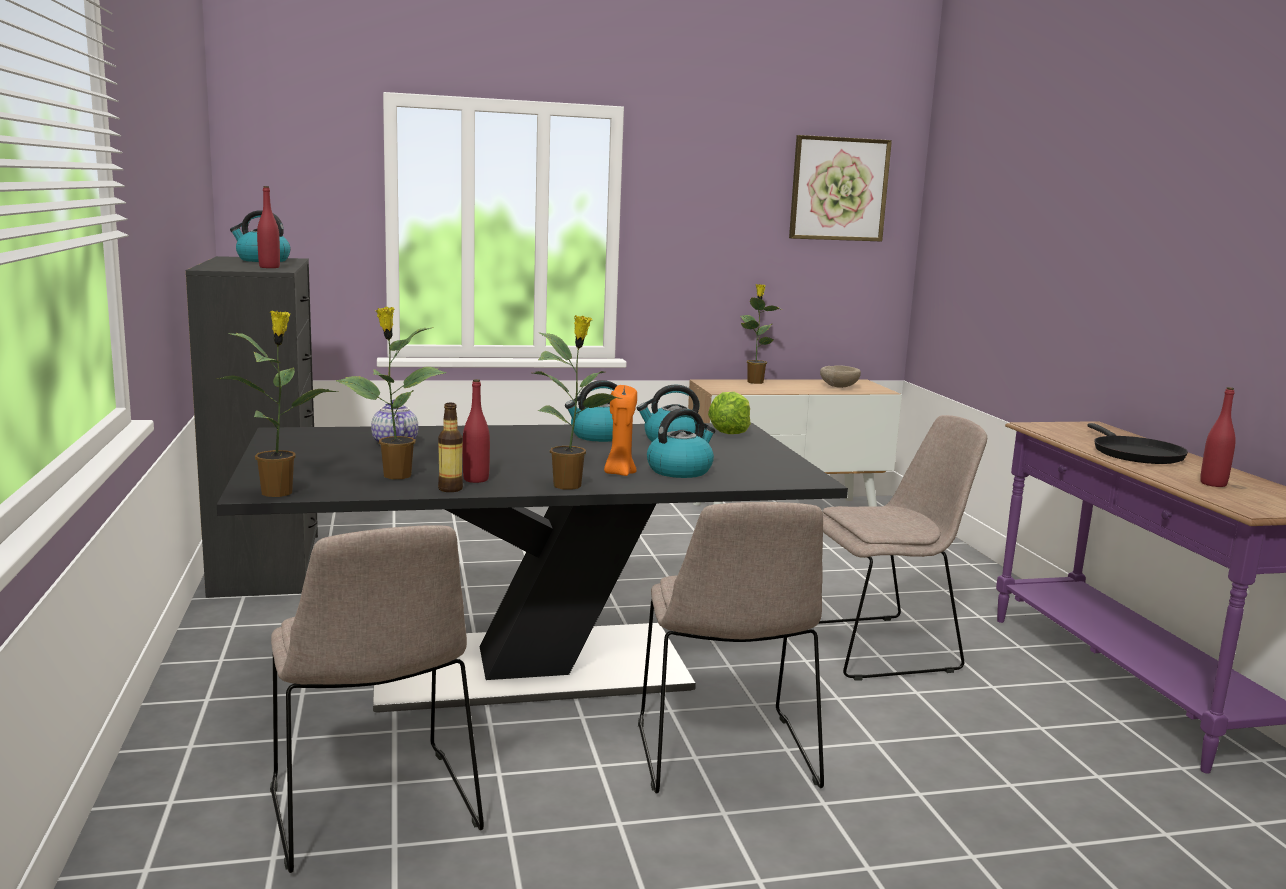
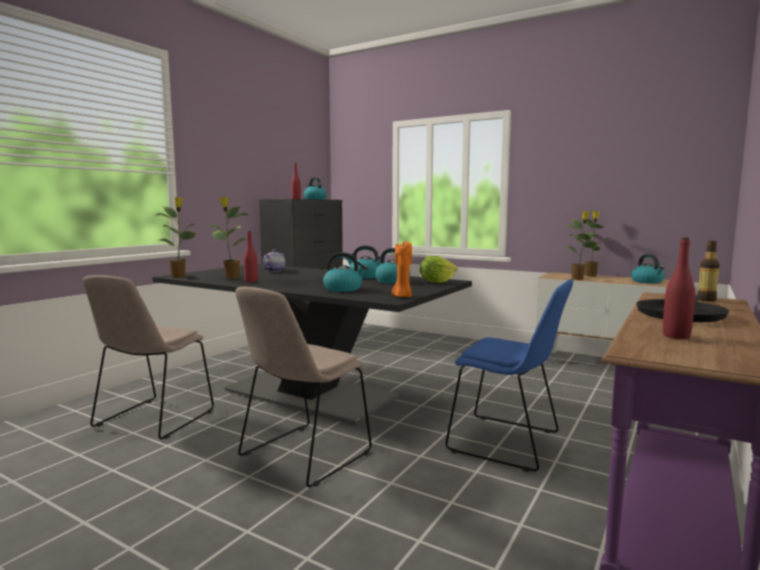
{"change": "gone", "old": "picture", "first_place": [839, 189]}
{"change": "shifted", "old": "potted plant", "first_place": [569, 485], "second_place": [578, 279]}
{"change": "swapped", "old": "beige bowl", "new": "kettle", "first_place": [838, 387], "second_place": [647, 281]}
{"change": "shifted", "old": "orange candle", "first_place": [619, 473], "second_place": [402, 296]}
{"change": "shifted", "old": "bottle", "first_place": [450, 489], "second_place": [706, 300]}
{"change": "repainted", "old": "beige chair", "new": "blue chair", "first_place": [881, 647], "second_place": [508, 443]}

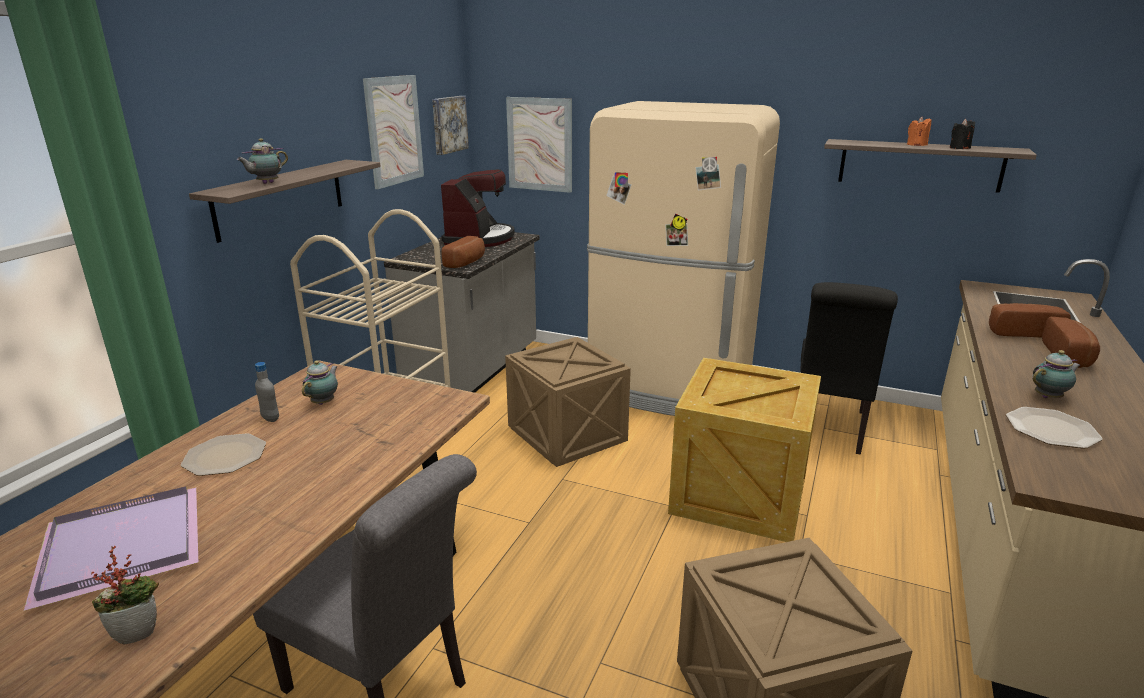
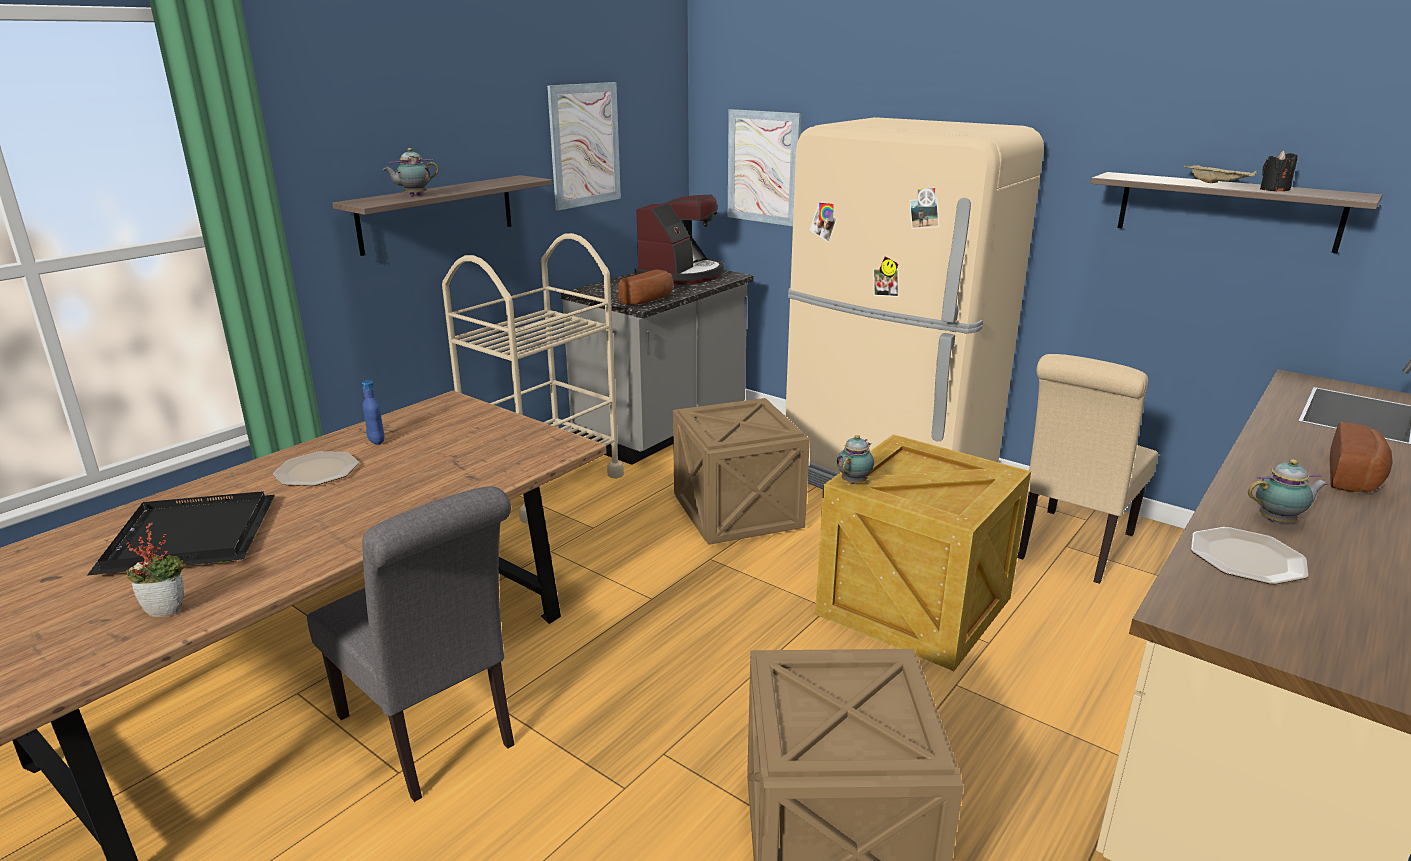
{"change": "gone", "old": "picture", "first_place": [448, 124]}
{"change": "swapped", "old": "orange candle", "new": "beige tray", "first_place": [916, 145], "second_place": [1218, 183]}
{"change": "repainted", "old": "black chair", "new": "beige chair", "first_place": [828, 429], "second_place": [1071, 548]}
{"change": "gone", "old": "bread", "first_place": [1021, 331]}
{"change": "shifted", "old": "teapot", "first_place": [324, 402], "second_place": [855, 481]}
{"change": "repainted", "old": "grey bottle", "new": "blue bottle", "first_place": [270, 418], "second_place": [376, 441]}
{"change": "repainted", "old": "purple tray", "new": "black tray", "first_place": [119, 546], "second_place": [188, 536]}

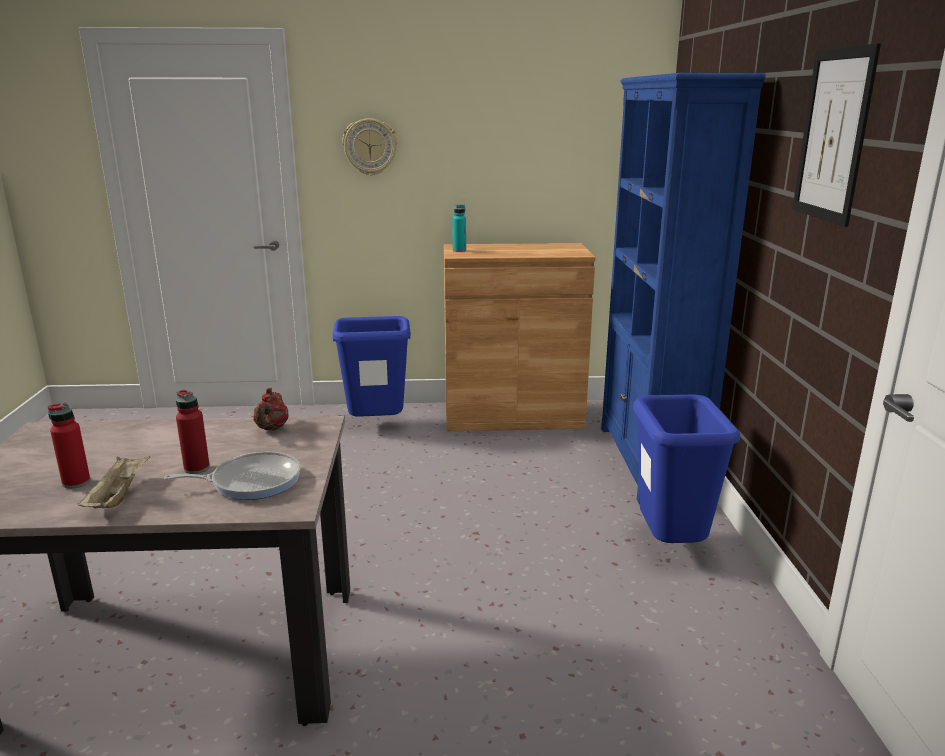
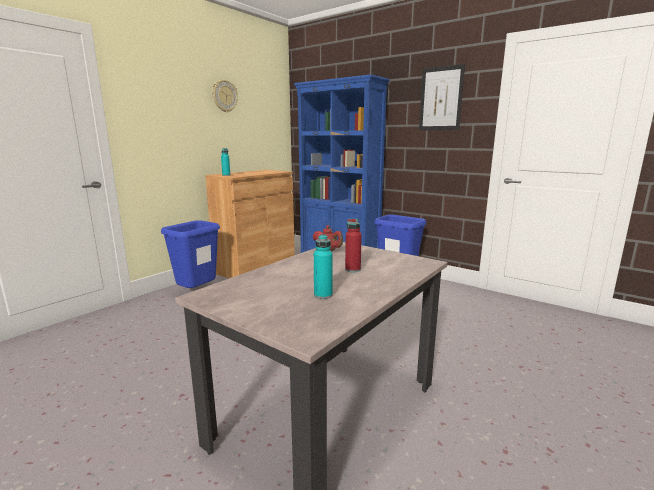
{"change": "shifted", "old": "wall clock", "first_place": [370, 147], "second_place": [224, 96]}
{"change": "repainted", "old": "red bottle", "new": "turquoise bottle", "first_place": [76, 482], "second_place": [323, 295]}
{"change": "gone", "old": "frying pan", "first_place": [251, 481]}
{"change": "gone", "old": "beige tray", "first_place": [118, 496]}

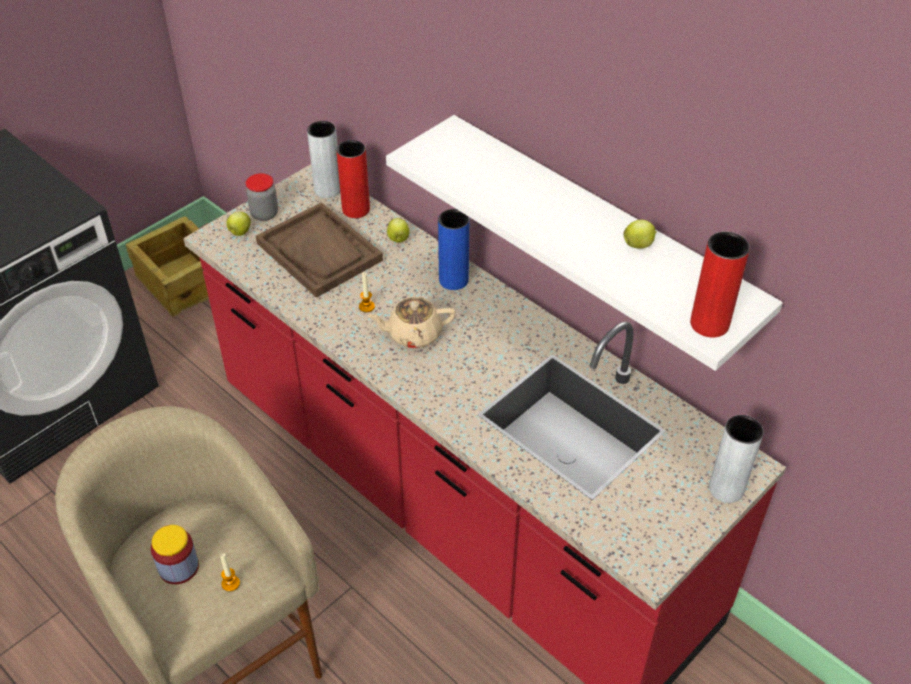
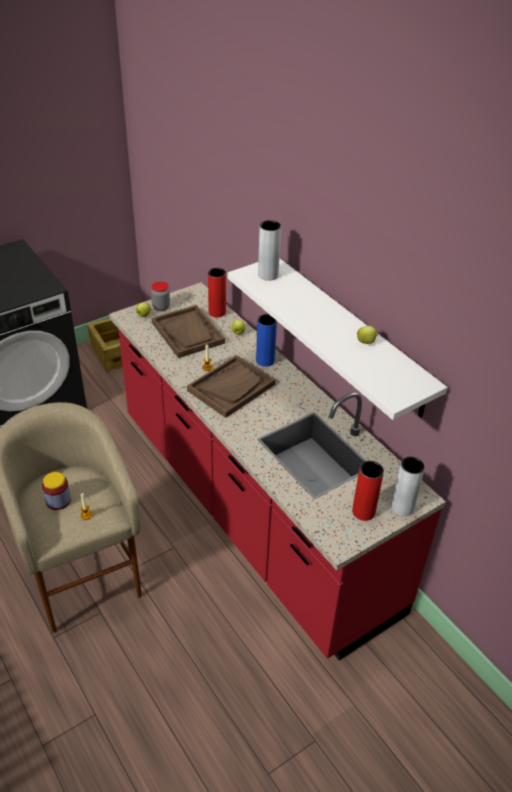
{"change": "shifted", "old": "grey vase", "first_place": [327, 190], "second_place": [268, 275]}
{"change": "shifted", "old": "red vase", "first_place": [709, 324], "second_place": [363, 512]}
{"change": "swapped", "old": "beige teapot", "new": "brown tray", "first_place": [413, 334], "second_place": [231, 387]}

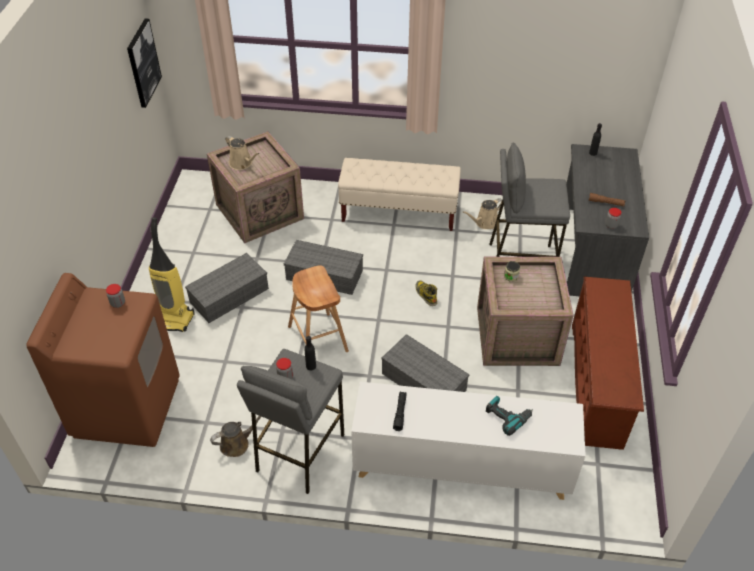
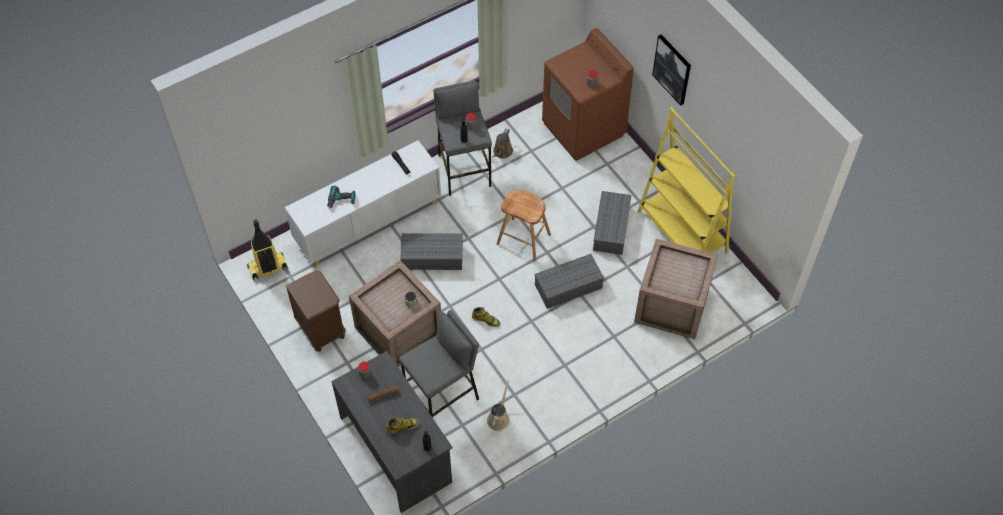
{"change": "shifted", "old": "picture", "first_place": [143, 63], "second_place": [672, 69]}
{"change": "gone", "old": "beige watering can", "first_place": [242, 163]}
{"change": "gone", "old": "beige bench", "first_place": [399, 213]}
{"change": "shifted", "old": "vacuum cleaner", "first_place": [171, 317], "second_place": [267, 268]}
{"change": "swapped", "old": "brown shoe rack", "new": "brown nightstand", "first_place": [597, 385], "second_place": [321, 329]}
{"change": "new", "new": "yellow bookcase", "second_place": [682, 232]}
{"change": "new", "new": "boot", "second_place": [403, 426]}

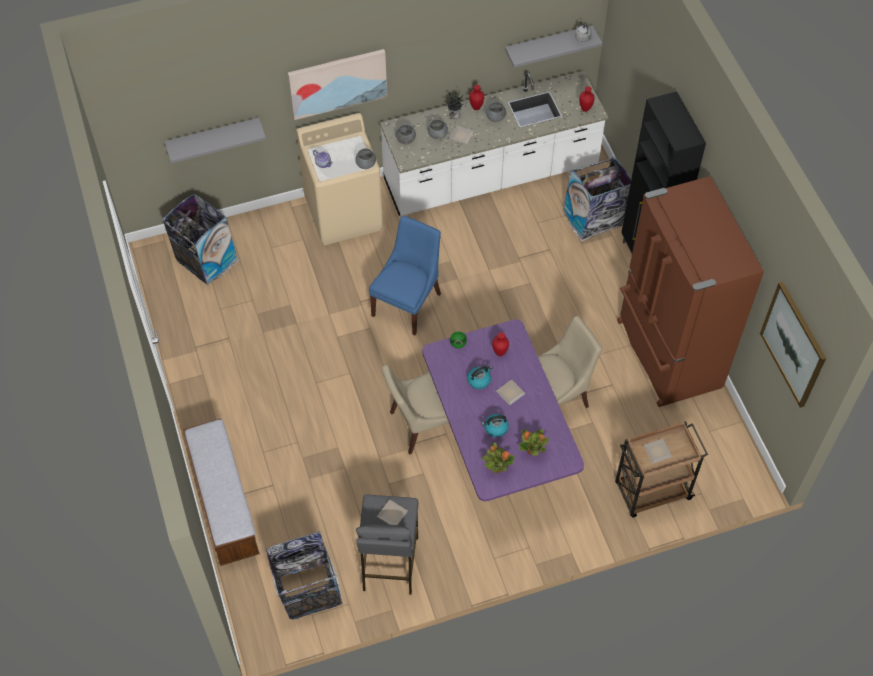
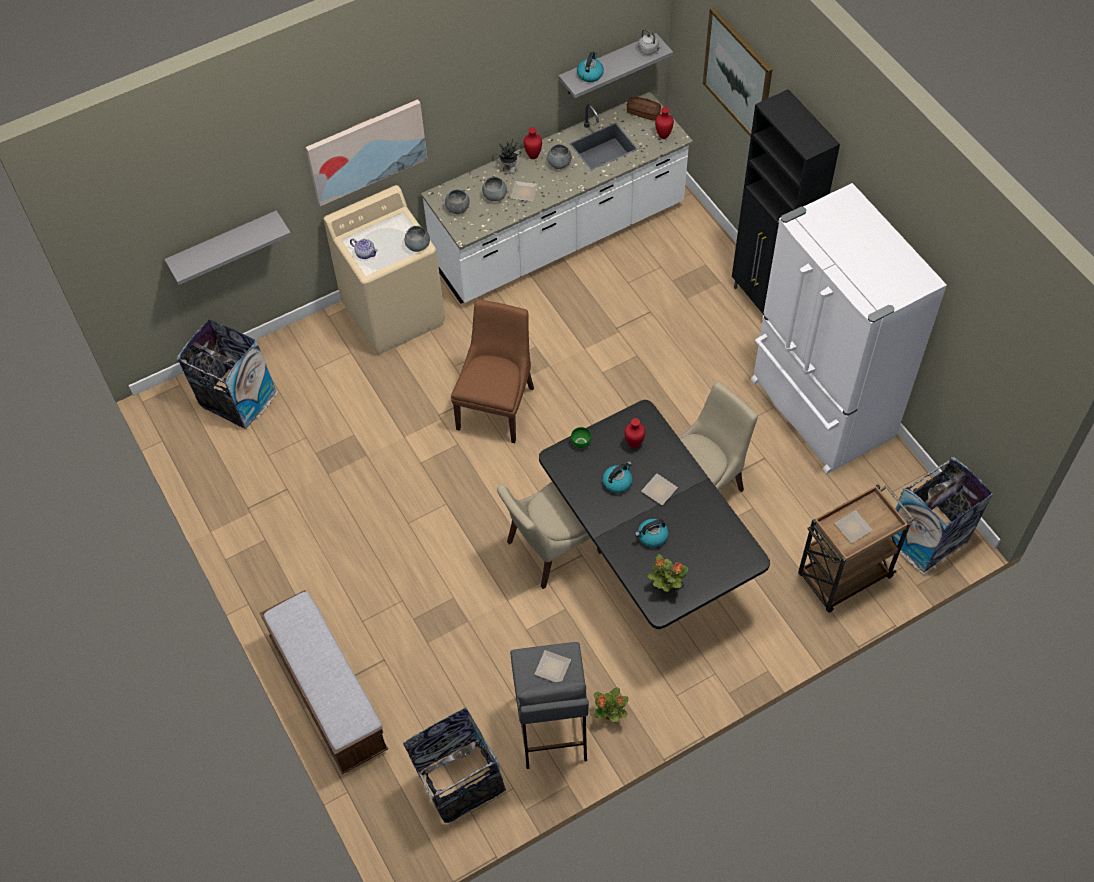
{"change": "shifted", "old": "trash can", "first_place": [593, 218], "second_place": [928, 537]}
{"change": "repainted", "old": "brown fridge", "new": "white fridge", "first_place": [666, 355], "second_place": [819, 410]}
{"change": "repainted", "old": "blue chair", "new": "brown chair", "first_place": [407, 303], "second_place": [496, 405]}
{"change": "shifted", "old": "picture", "first_place": [793, 344], "second_place": [738, 75]}
{"change": "repainted", "old": "purple dining table", "new": "black dining table", "first_place": [498, 446], "second_place": [648, 558]}
{"change": "shifted", "old": "potted plant", "first_place": [533, 451], "second_place": [610, 714]}
{"change": "new", "new": "kettle", "second_place": [590, 74]}
{"change": "new", "new": "bread", "second_place": [643, 113]}

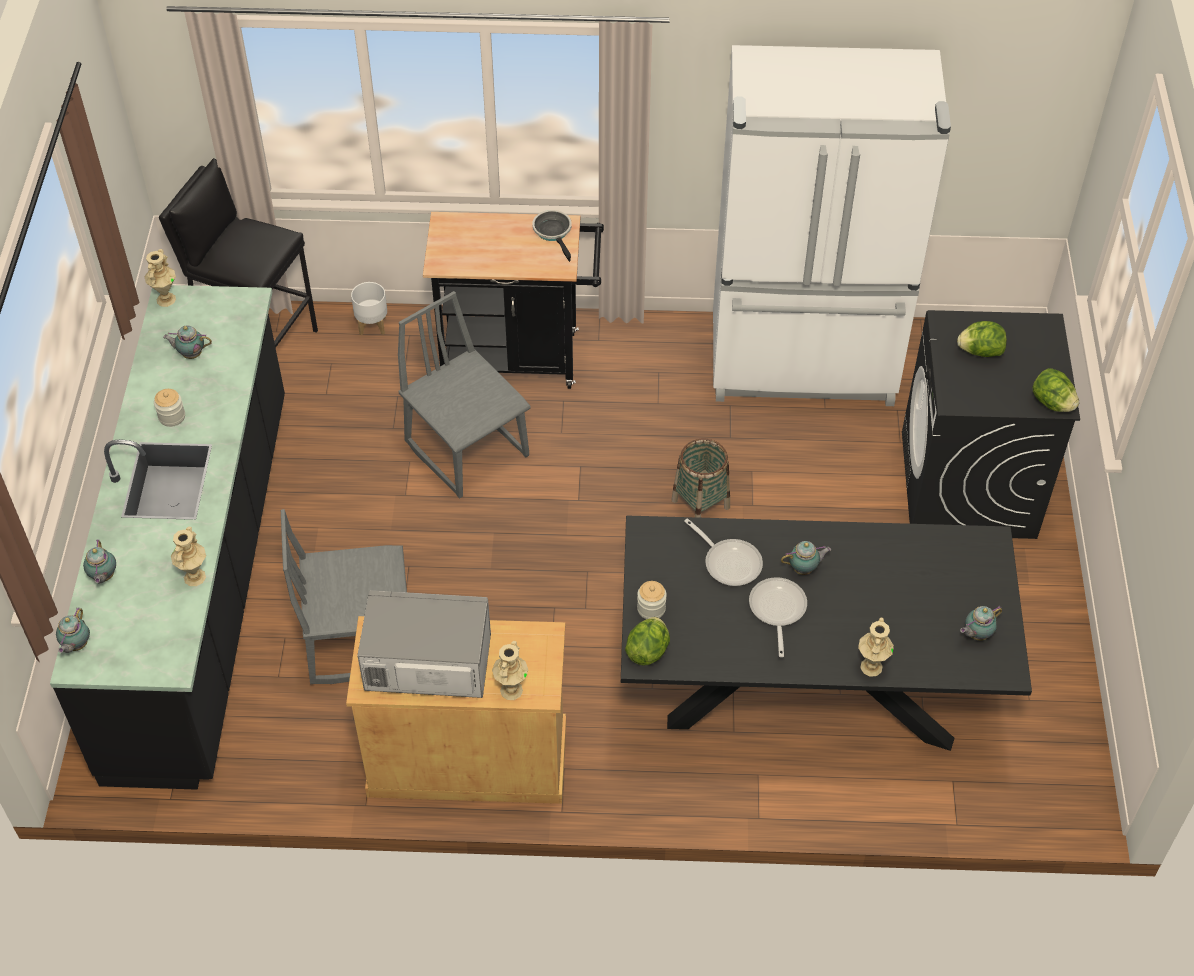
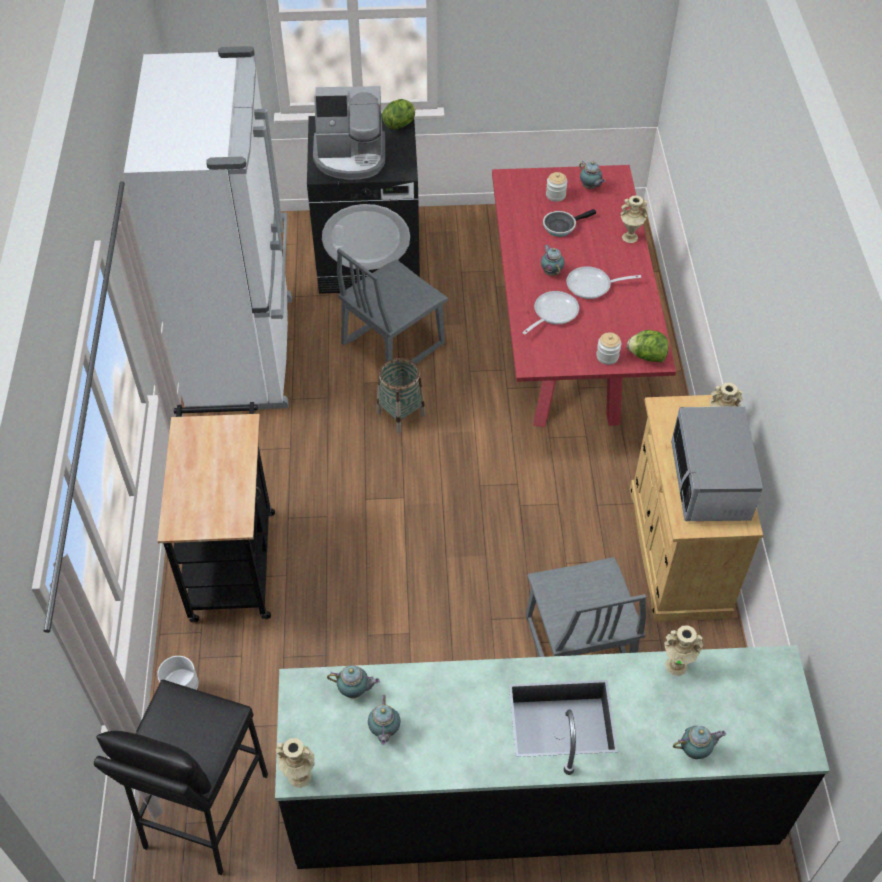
{"change": "shifted", "old": "frying pan", "first_place": [554, 232], "second_place": [561, 226]}
{"change": "shifted", "old": "grey chair", "first_place": [468, 448], "second_place": [392, 344]}
{"change": "swapped", "old": "lettuce", "new": "coffee machine", "first_place": [980, 351], "second_place": [350, 157]}
{"change": "shifted", "old": "jar", "first_place": [172, 417], "second_place": [555, 195]}
{"change": "repainted", "old": "black dining table", "new": "red dining table", "first_place": [806, 689], "second_place": [568, 346]}
{"change": "shifted", "old": "teapot", "first_place": [76, 645], "second_place": [355, 691]}

